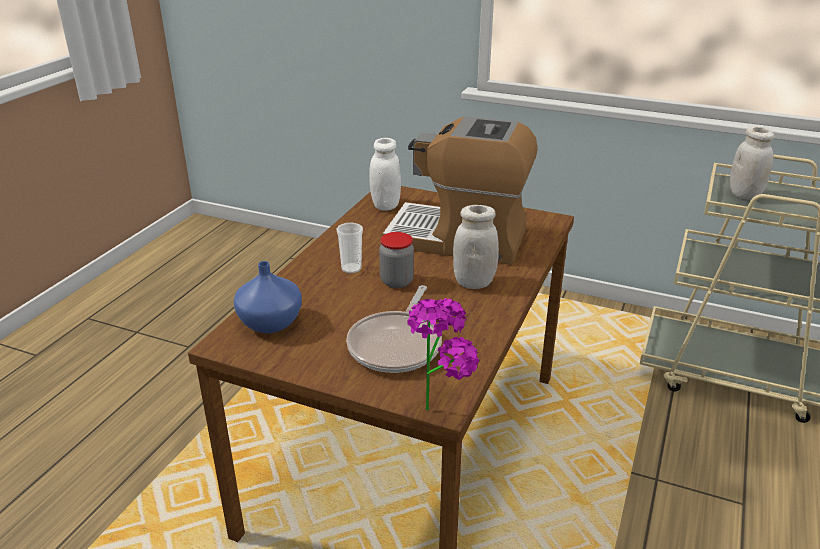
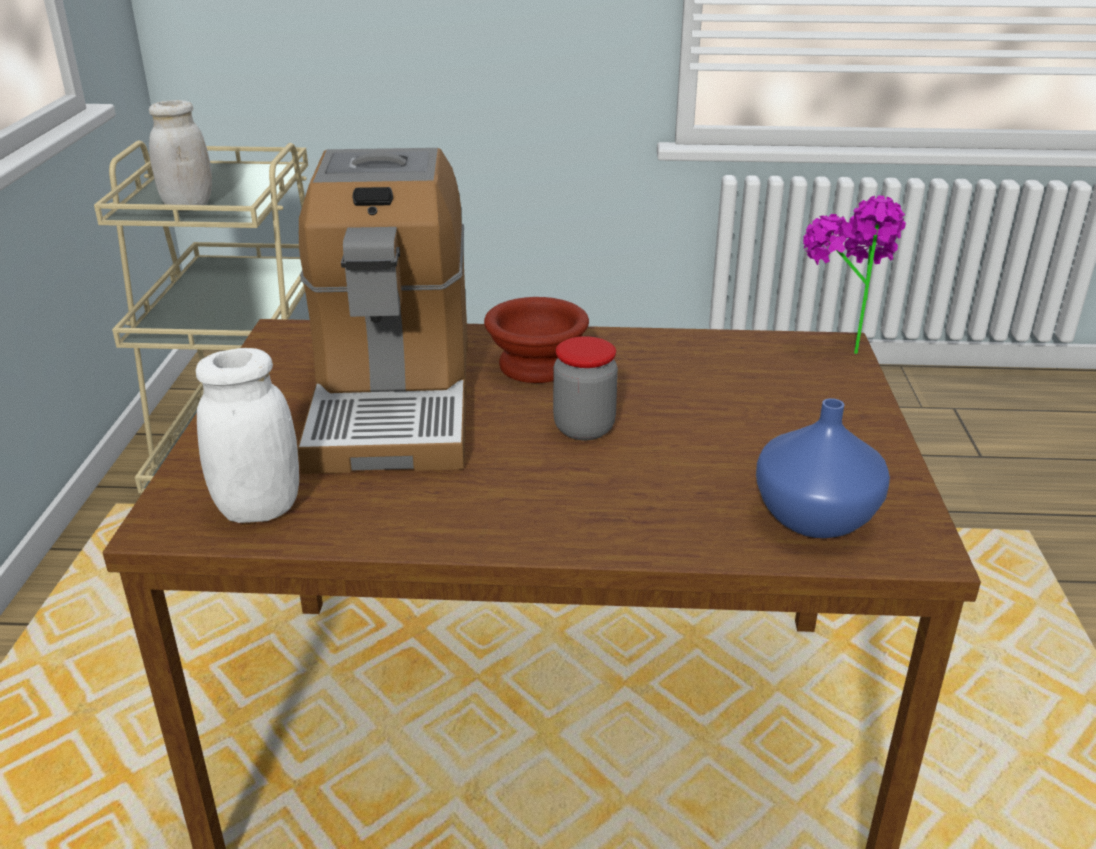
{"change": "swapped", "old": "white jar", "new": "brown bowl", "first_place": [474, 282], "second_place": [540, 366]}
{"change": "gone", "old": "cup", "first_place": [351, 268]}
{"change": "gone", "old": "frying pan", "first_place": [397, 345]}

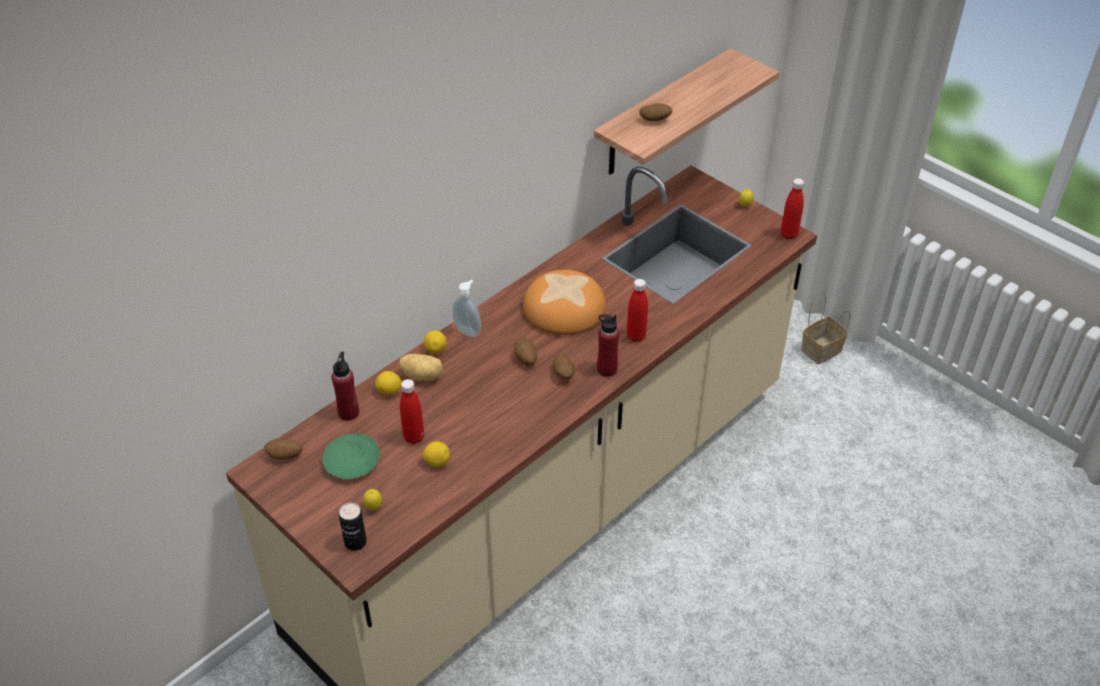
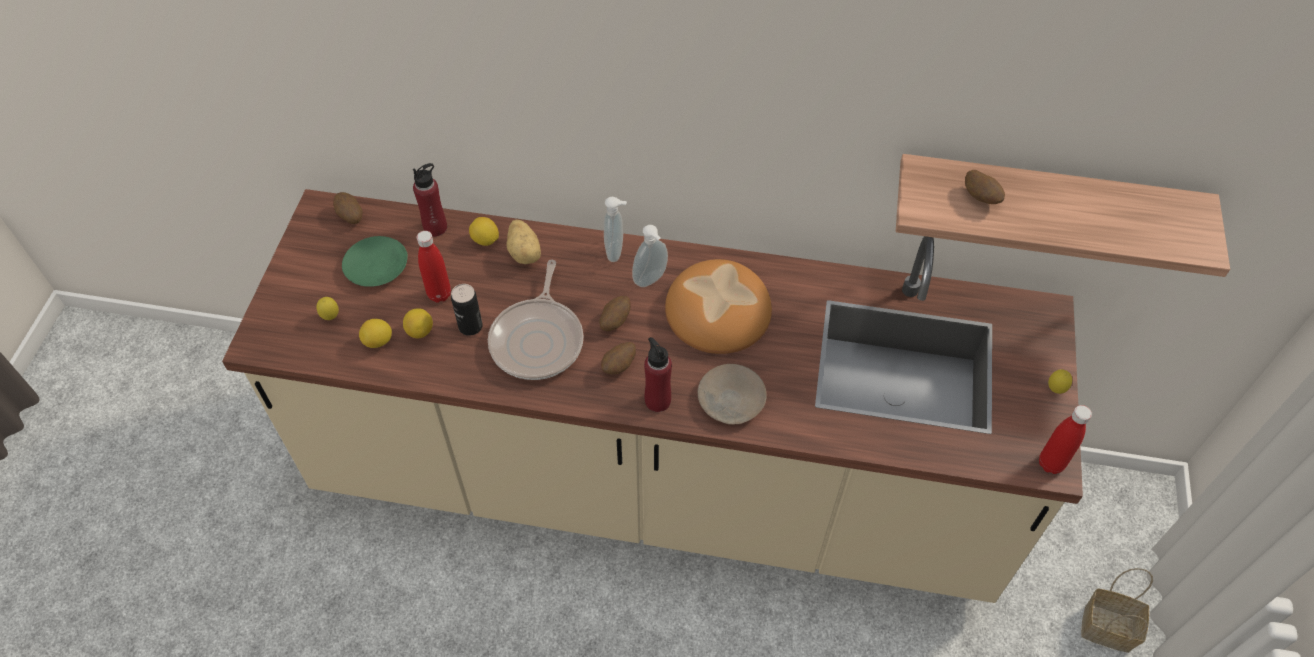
{"change": "swapped", "old": "red bottle", "new": "beige plate", "first_place": [636, 336], "second_place": [730, 400]}
{"change": "shifted", "old": "lemon", "first_place": [435, 350], "second_place": [378, 341]}
{"change": "shifted", "old": "can", "first_place": [355, 542], "second_place": [470, 326]}
{"change": "new", "new": "soap dispenser", "second_place": [651, 280]}
{"change": "new", "new": "frying pan", "second_place": [538, 339]}

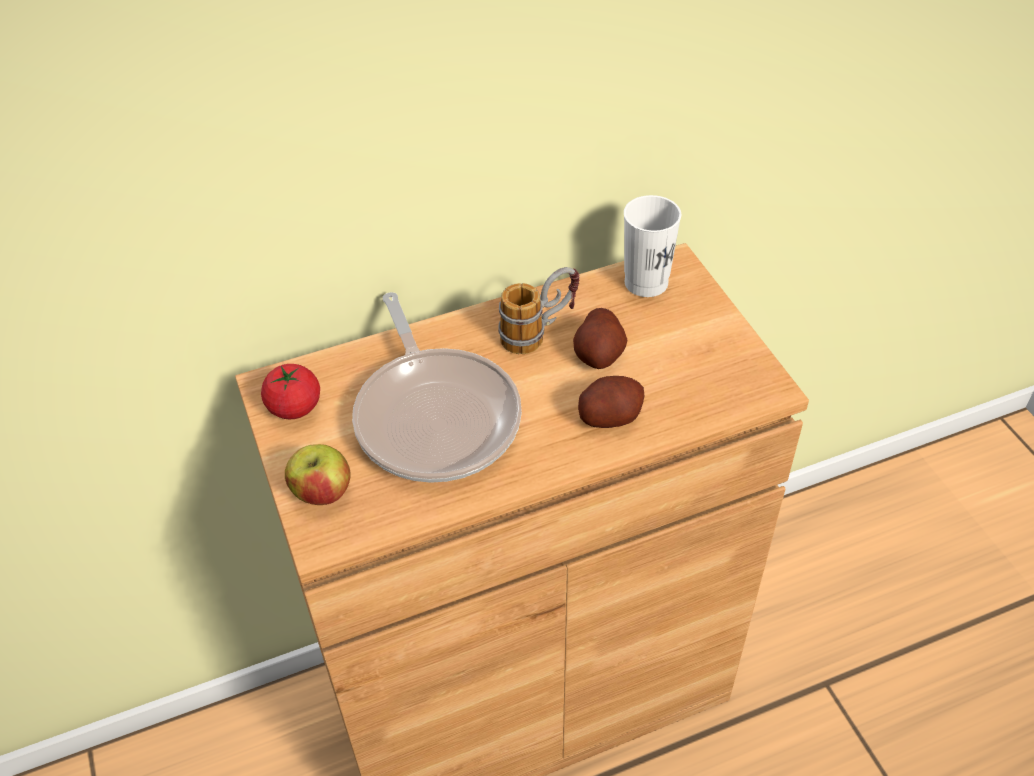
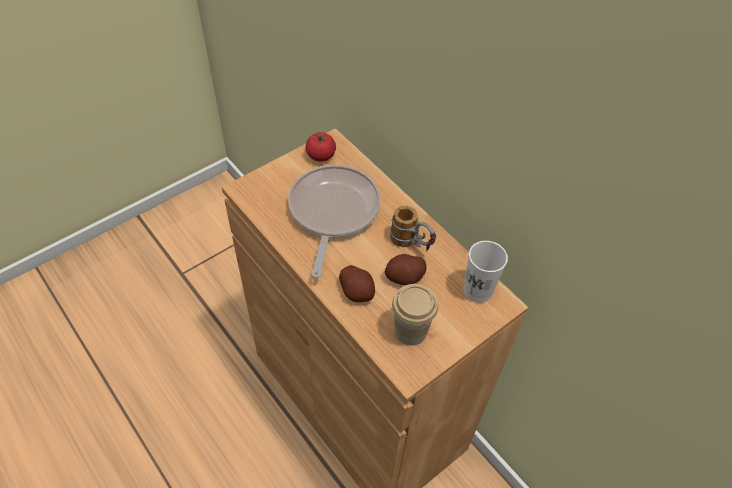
{"change": "rotated", "old": "frying pan", "first_place": [435, 416], "second_place": [332, 212], "degrees": 135}
{"change": "gone", "old": "apple", "first_place": [323, 493]}
{"change": "new", "new": "cup", "second_place": [410, 331]}

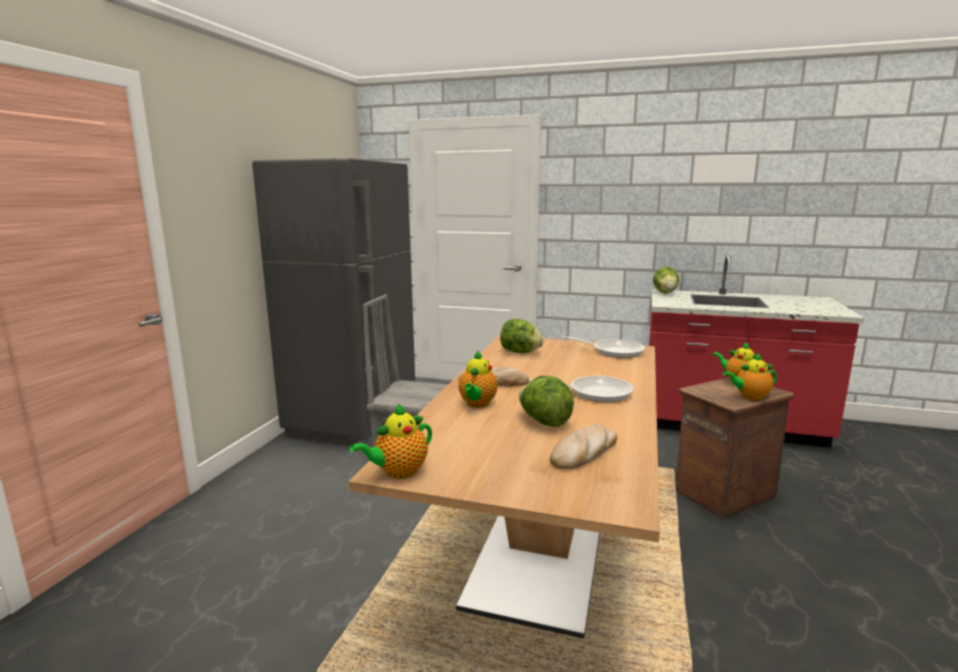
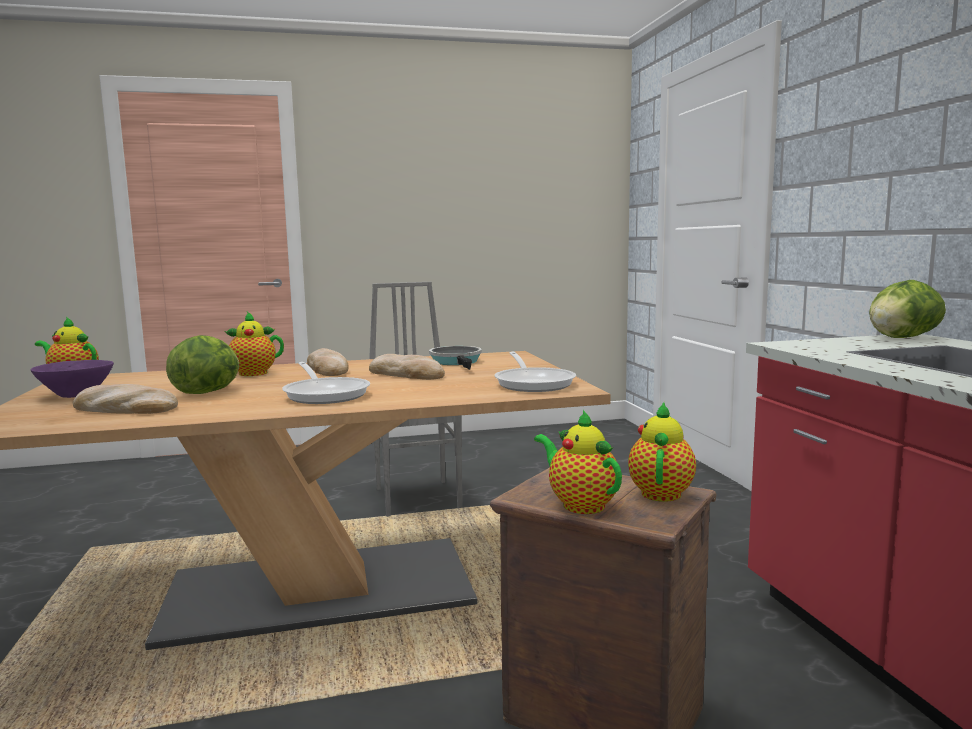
{"change": "gone", "old": "grey fridge", "first_place": [354, 420]}
{"change": "swapped", "old": "lettuce", "new": "frying pan", "first_place": [520, 352], "second_place": [457, 362]}
{"change": "new", "new": "bread", "second_place": [407, 374]}
{"change": "new", "new": "purple bowl", "second_place": [77, 394]}

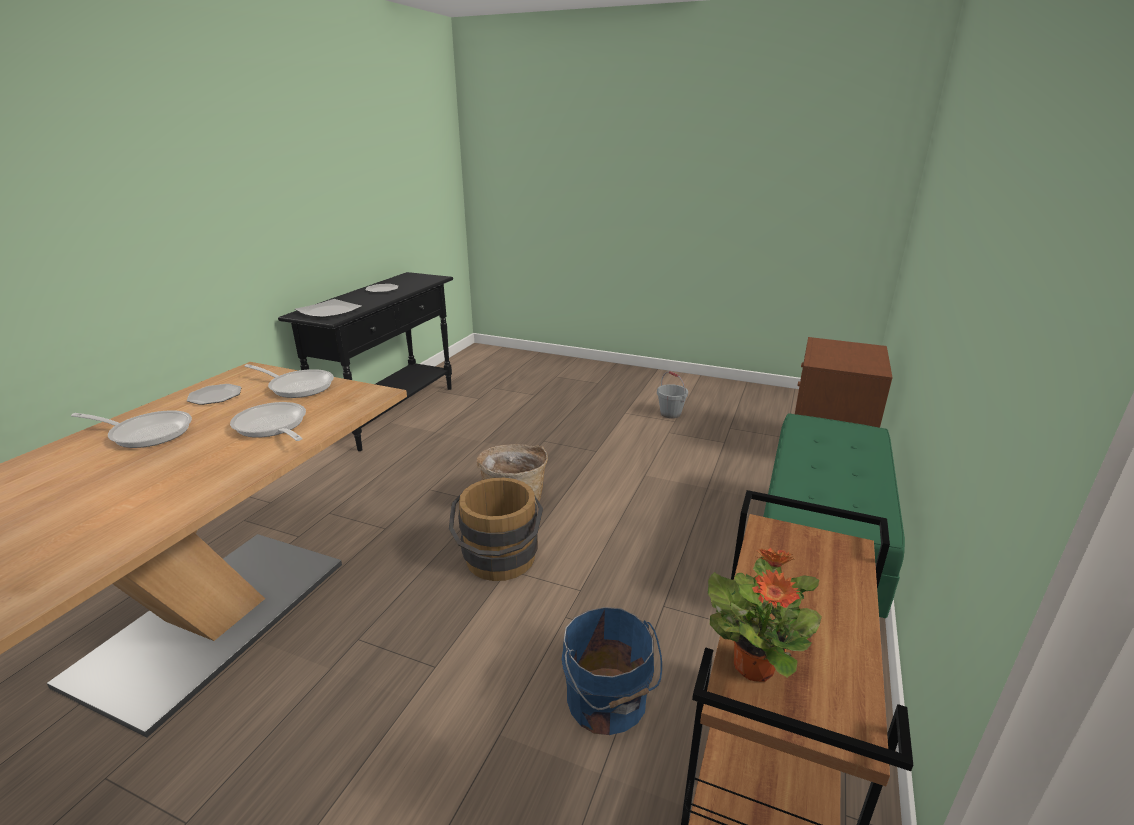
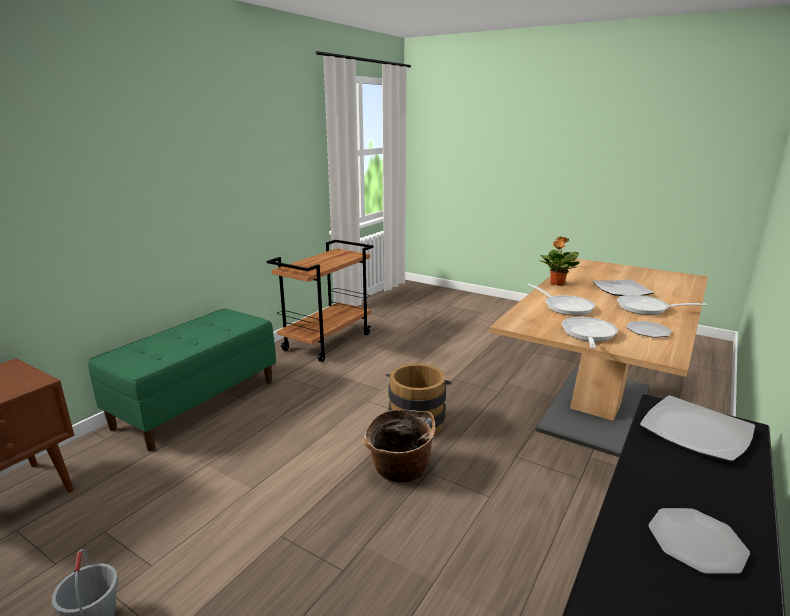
{"change": "rotated", "old": "frying pan", "first_place": [298, 386], "second_place": [588, 335], "degrees": 75}
{"change": "shifted", "old": "potted plant", "first_place": [754, 665], "second_place": [557, 284]}
{"change": "gone", "old": "blue bucket", "first_place": [607, 703]}
{"change": "new", "new": "plate", "second_place": [622, 290]}

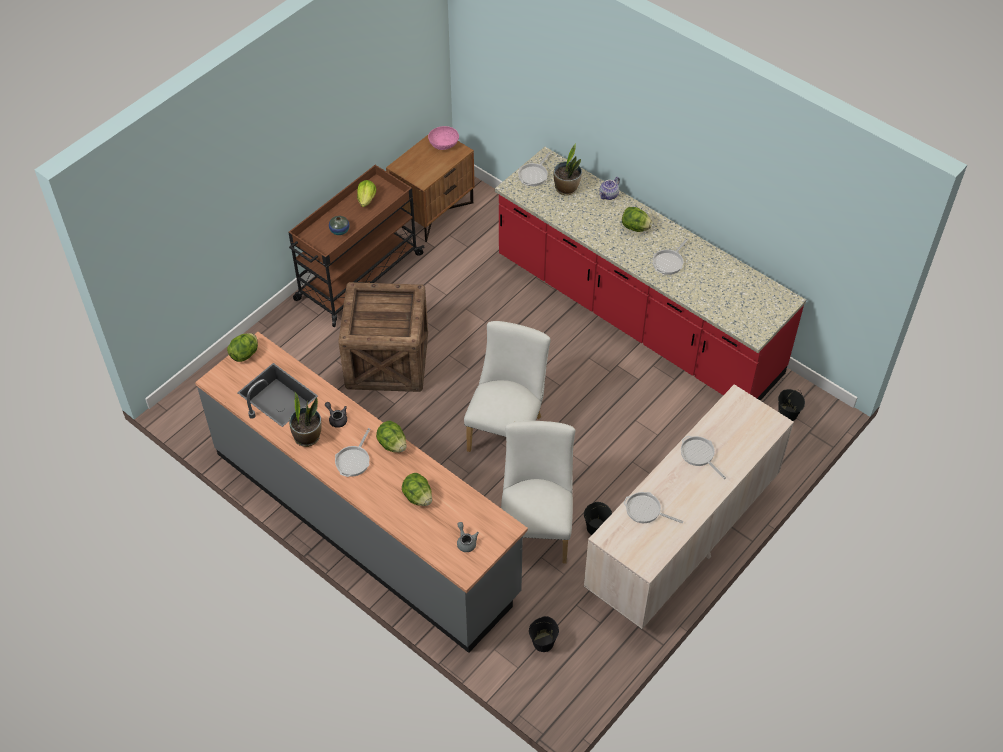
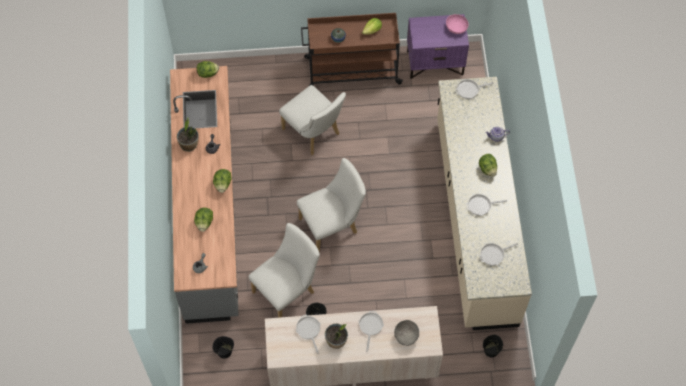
{"change": "repainted", "old": "brown nightstand", "new": "purple nightstand", "first_place": [433, 211], "second_place": [435, 62]}
{"change": "shifted", "old": "potted plant", "first_place": [566, 188], "second_place": [336, 341]}
{"change": "repainted", "old": "red counter", "new": "beige counter", "first_place": [636, 317], "second_place": [474, 221]}
{"change": "swapped", "old": "crate", "new": "white chair", "first_place": [388, 362], "second_place": [314, 134]}
{"change": "shifted", "old": "frying pan", "first_place": [354, 460], "second_place": [493, 254]}
{"change": "new", "new": "grey bowl", "second_place": [406, 335]}

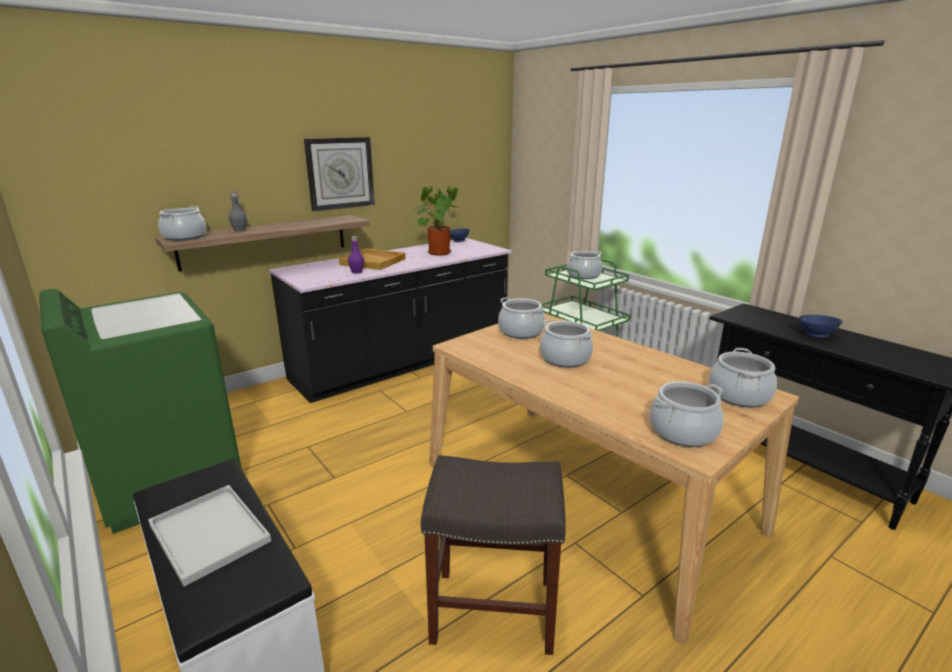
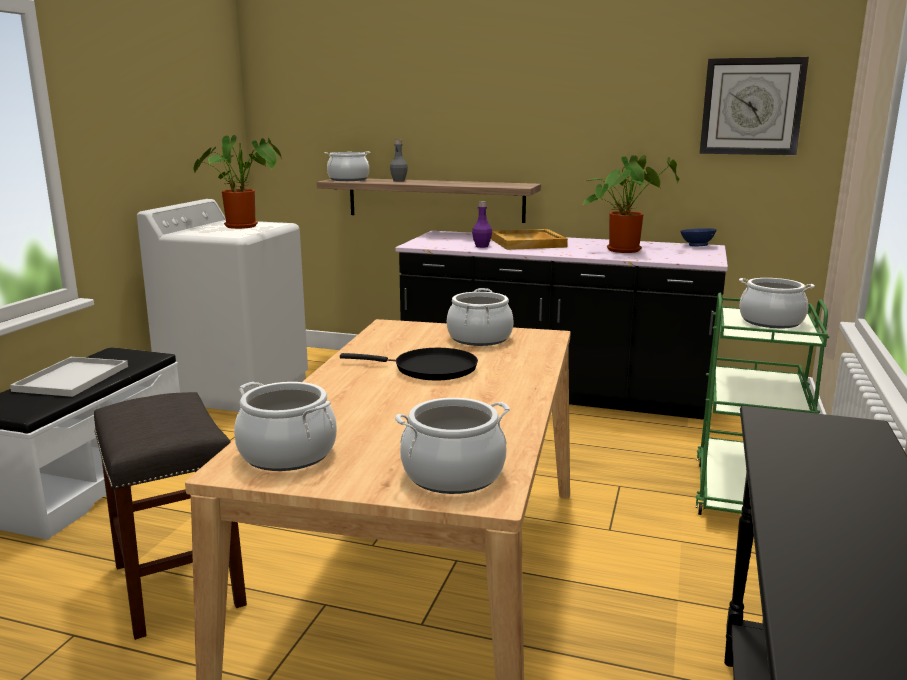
{"change": "shifted", "old": "wall clock", "first_place": [340, 173], "second_place": [752, 106]}
{"change": "repainted", "old": "green washing machine", "new": "white washing machine", "first_place": [168, 479], "second_place": [237, 389]}
{"change": "gone", "old": "blue bowl", "first_place": [815, 335]}
{"change": "swapped", "old": "cooking pot", "new": "black frying pan", "first_place": [565, 358], "second_place": [429, 369]}
{"change": "new", "new": "potted plant", "second_place": [245, 226]}

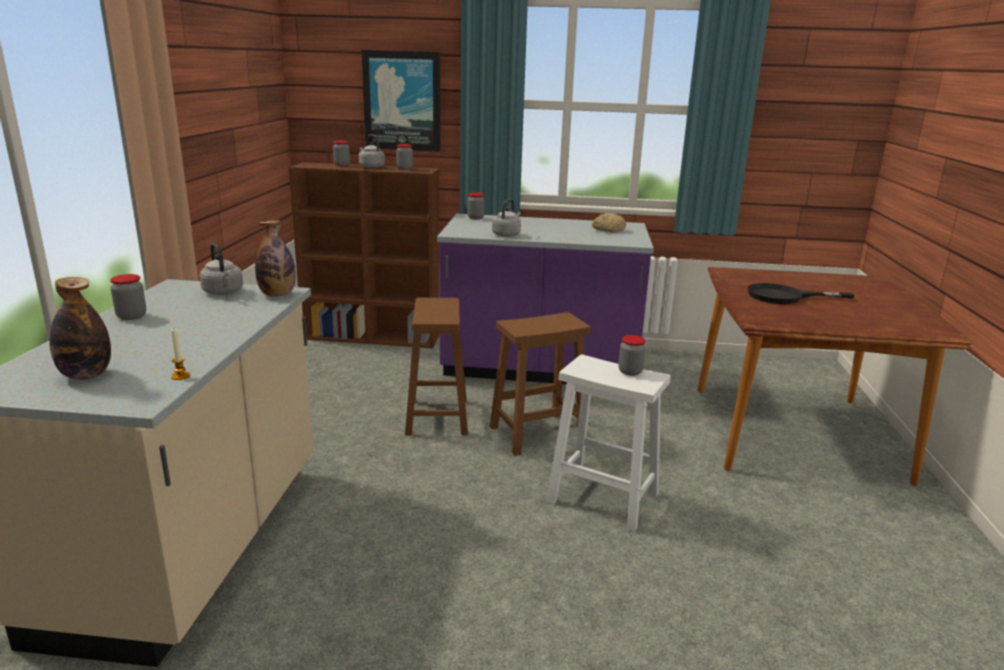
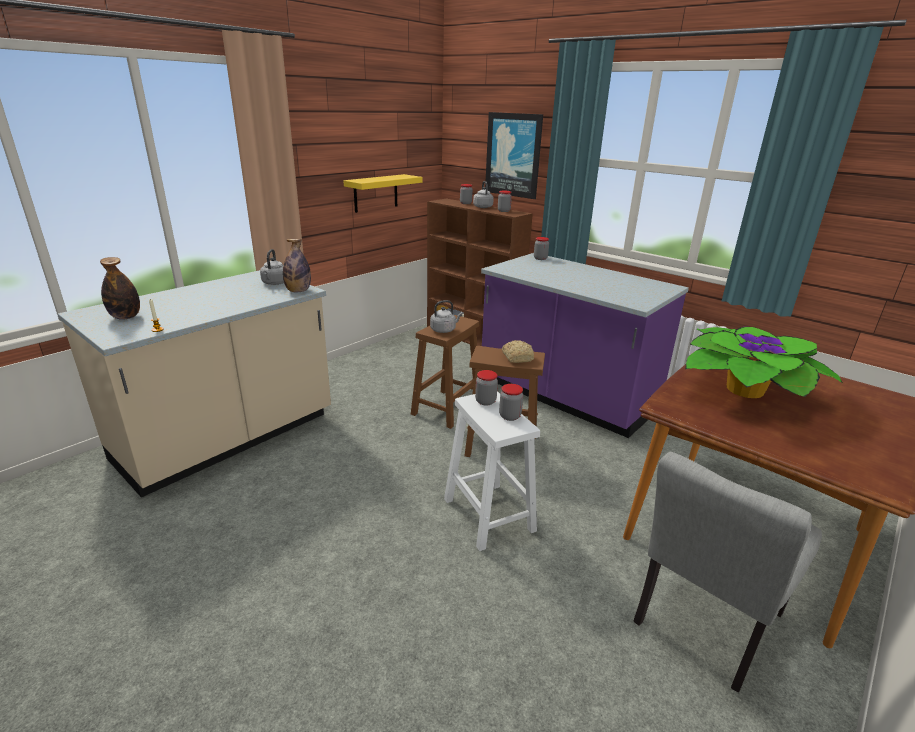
{"change": "shifted", "old": "grey kettle", "first_place": [507, 234], "second_place": [444, 330]}
{"change": "shifted", "old": "bread", "first_place": [608, 230], "second_place": [517, 357]}
{"change": "shifted", "old": "jar", "first_place": [131, 316], "second_place": [485, 401]}
{"change": "swapped", "old": "black frying pan", "new": "potted plant", "first_place": [784, 296], "second_place": [744, 391]}
{"change": "new", "new": "yellow shelf", "second_place": [375, 193]}
{"change": "new", "new": "grey chair", "second_place": [701, 624]}

